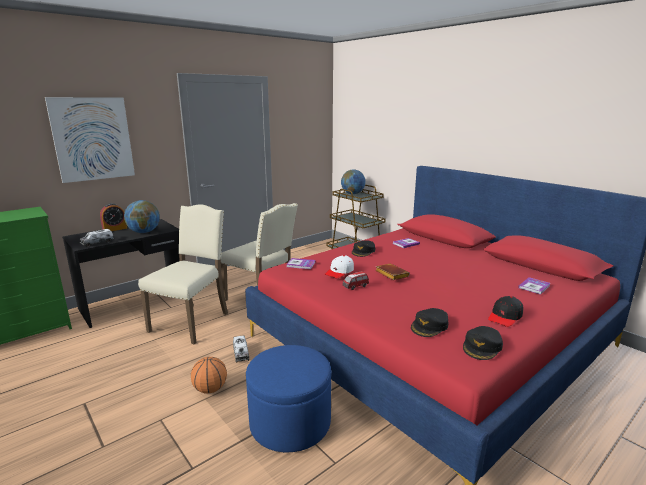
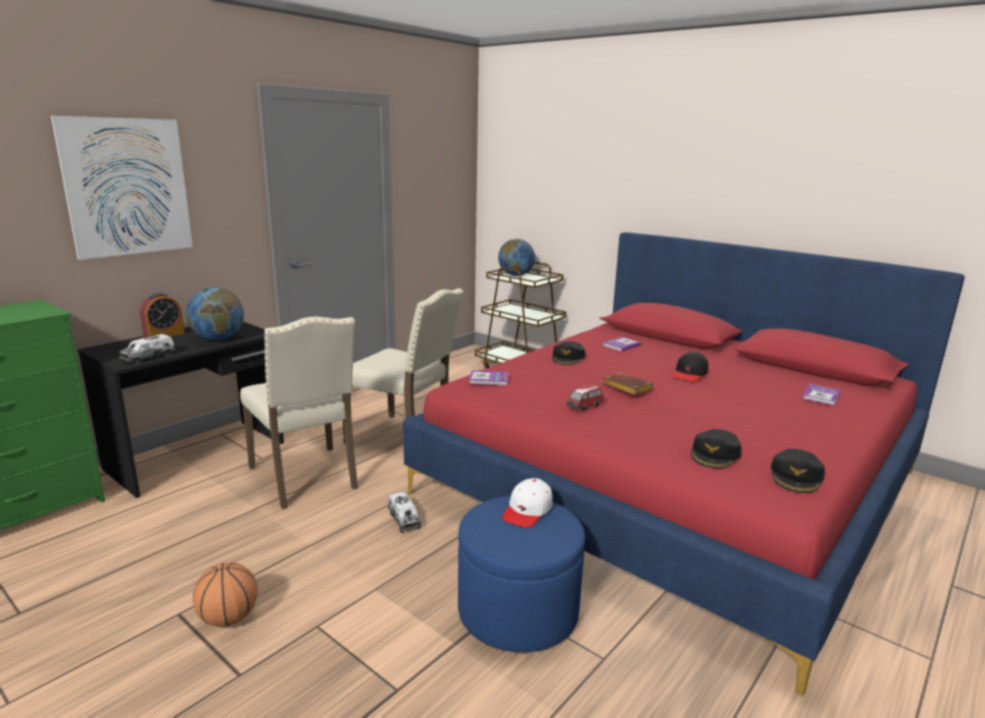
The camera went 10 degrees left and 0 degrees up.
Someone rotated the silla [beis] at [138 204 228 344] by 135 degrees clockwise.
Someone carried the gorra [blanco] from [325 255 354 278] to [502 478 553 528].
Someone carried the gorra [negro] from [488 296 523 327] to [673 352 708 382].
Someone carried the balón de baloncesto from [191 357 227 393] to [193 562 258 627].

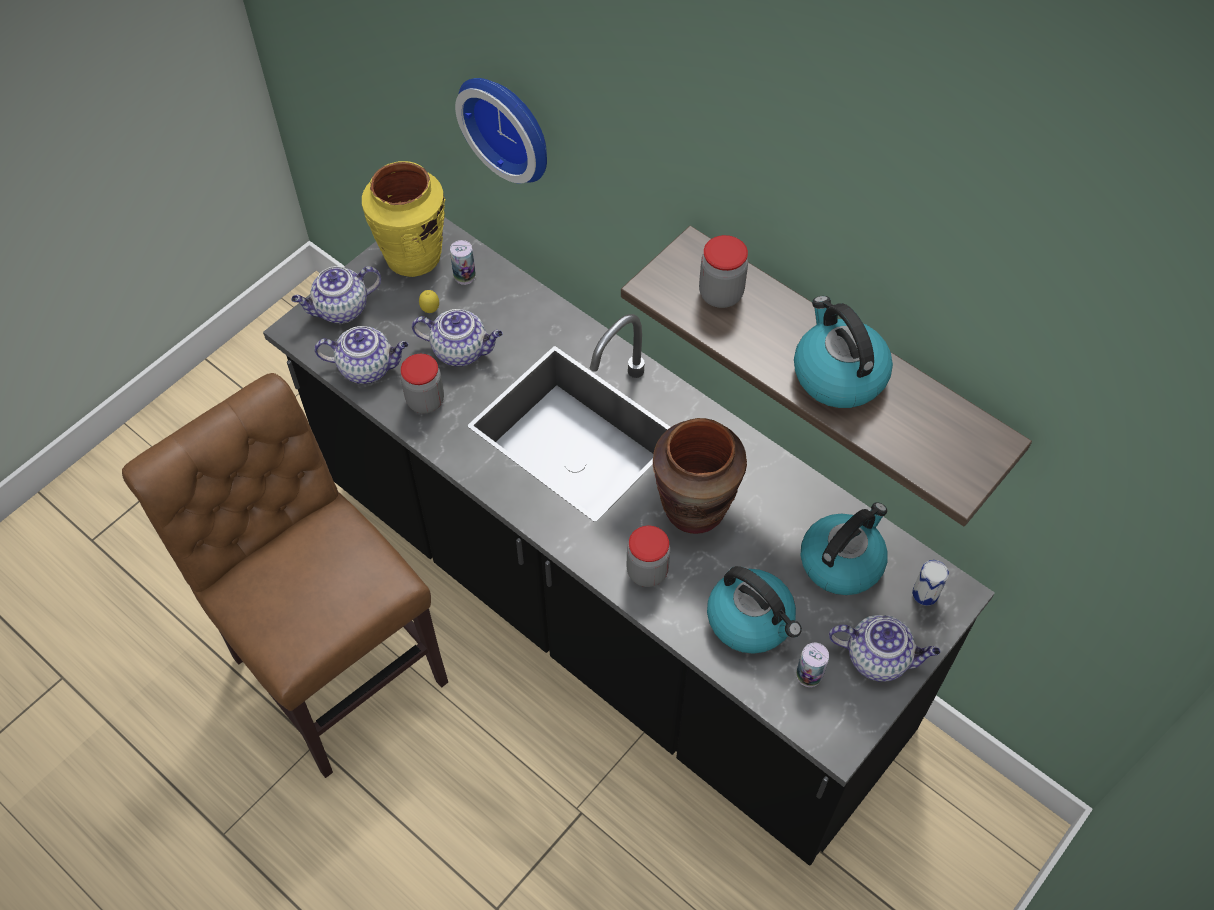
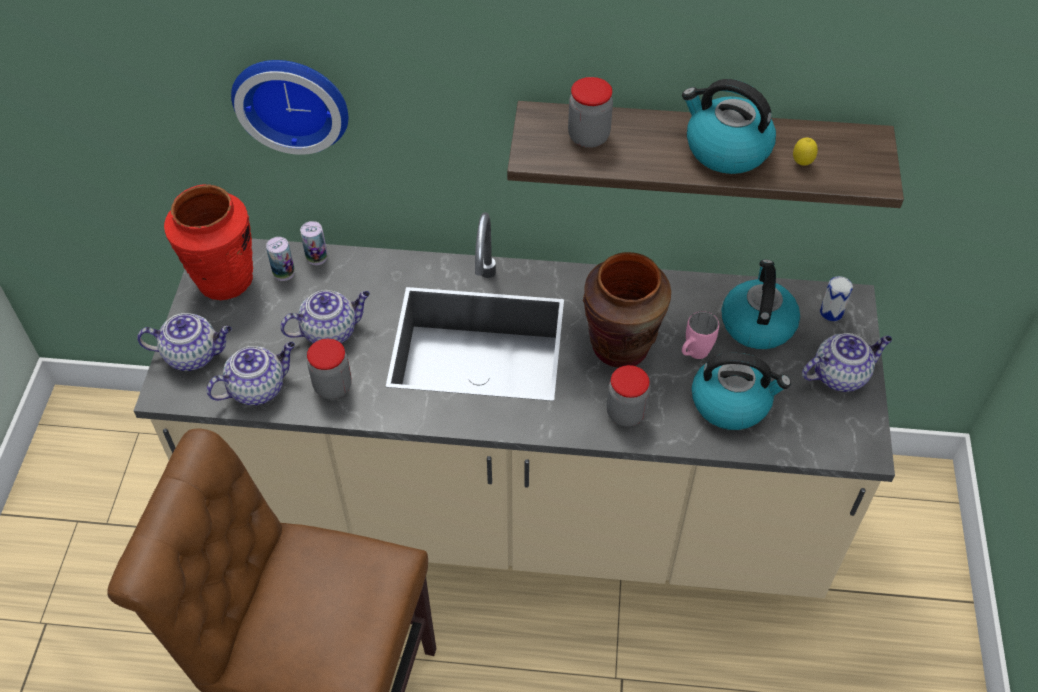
The camera went 35 degrees left and 5 degrees down.
Someone repainted the florero [amarillo] at [362 161 446 277], which became the florero [rojo] at [164 185 253 300].
Someone repainted the mueble bajo de cocina [negro] at [263 217 995 866], which became the mueble bajo de cocina [beis] at [134 212 895 598].
Someone rotated the tetera at [291 266 381 324] by 120 degrees counterclockwise.
Someone carried the limón from [419 290 439 313] to [793 137 818 166].
Someone carried the lata from [796 643 829 687] to [300 221 327 265].
Someone put down the taza grande [rosa] at [682 311 719 359].

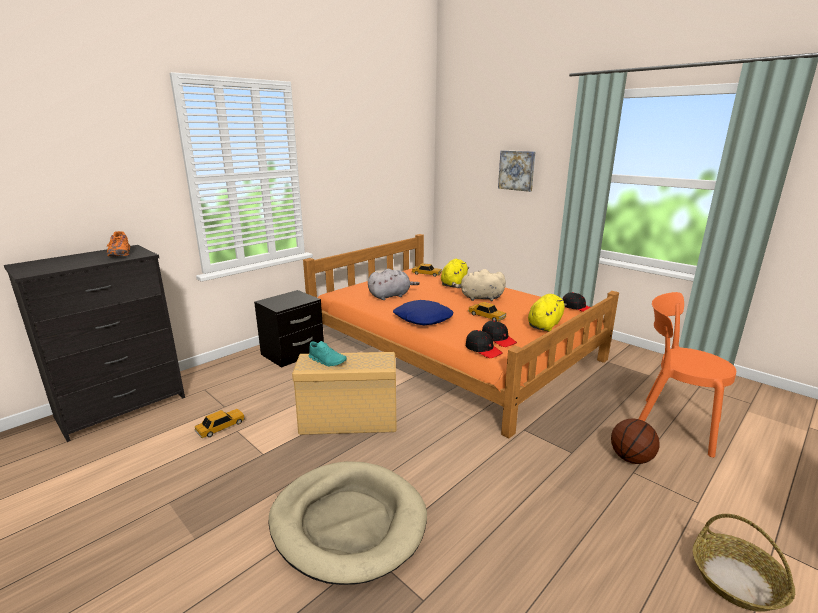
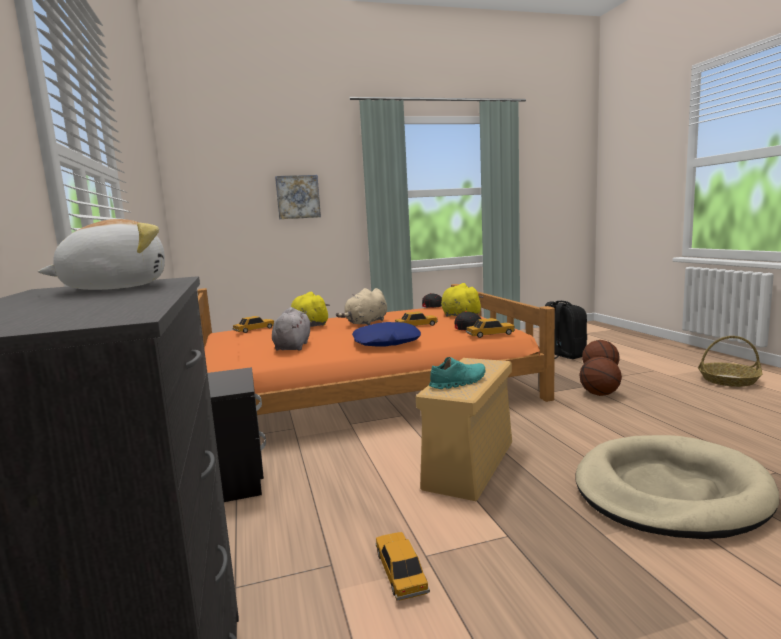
The camera went 60 degrees left and 10 degrees down.
Someone swapped the zapato [naranja] at [107 231 130 257] for the peluche at [38 219 165 290].
Someone swapped the silla [naranja] at [639 292 736 458] for the mochila [negro] at [545 301 587 359].
Someone swapped the gorra [negro] at [466 330 502 358] for the coche de juguete at [466 318 515 338].
Someone put down the balón de baloncesto at [579 357 622 396].

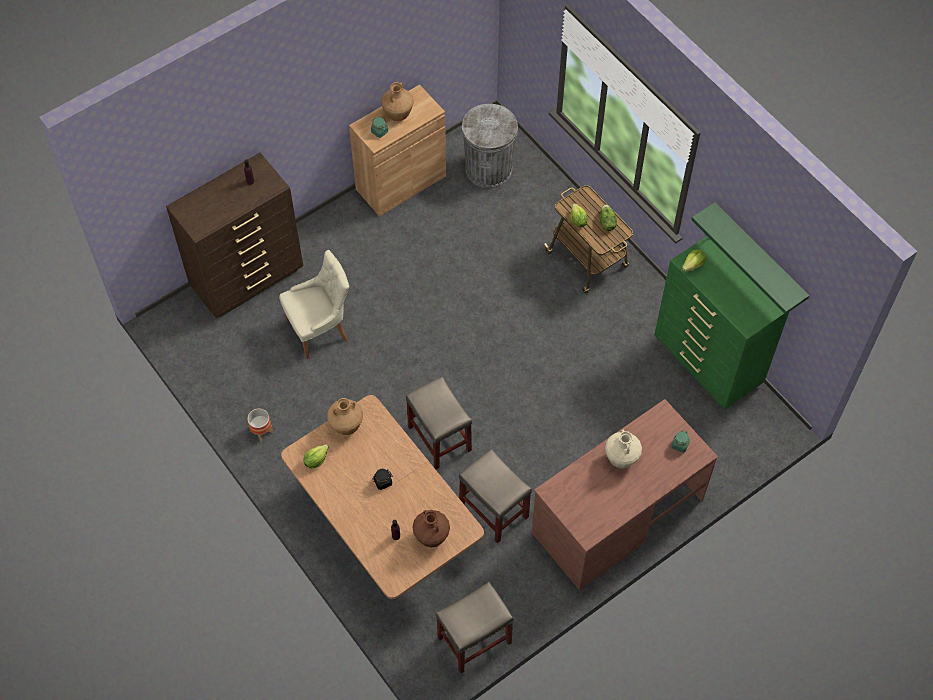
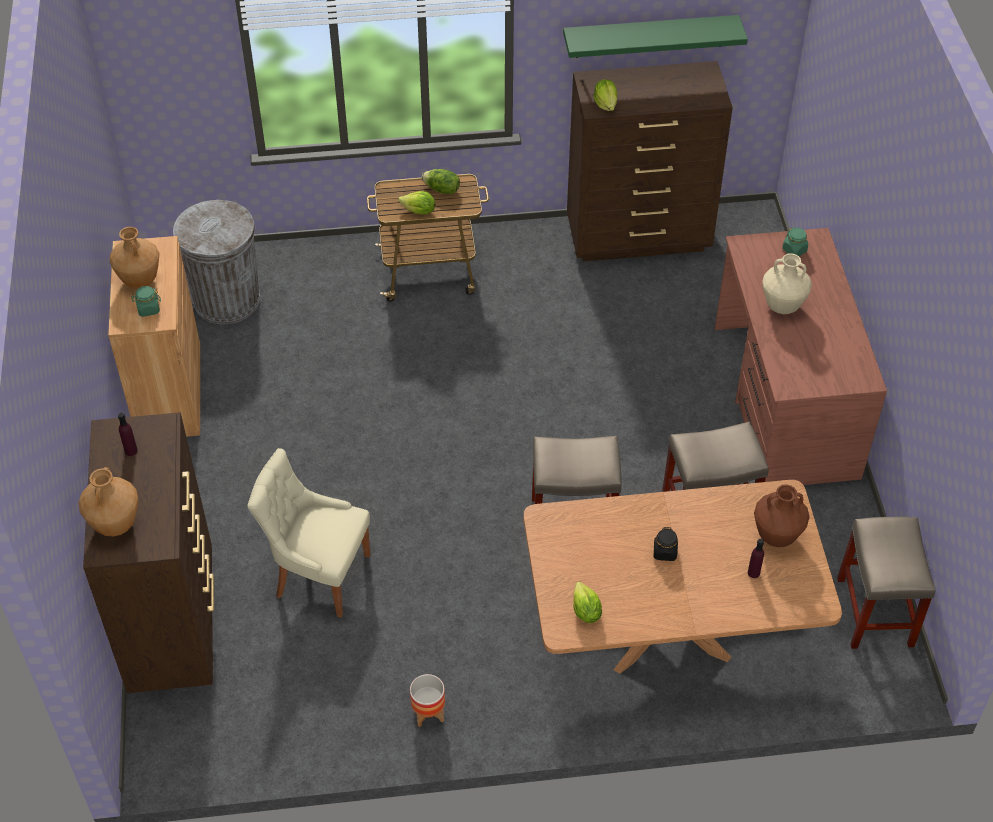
The camera went 60 degrees left and 10 degrees down.
Someone repainted the cómoda [verde] at [654 236 789 410], which became the cómoda [marrón] at [567 61 733 261].
Someone rotated the silla [beis] at [279 250 349 359] by 75 degrees counterclockwise.
Someone carried the florero [marrón] from [327 398 363 435] to [78 467 138 537].

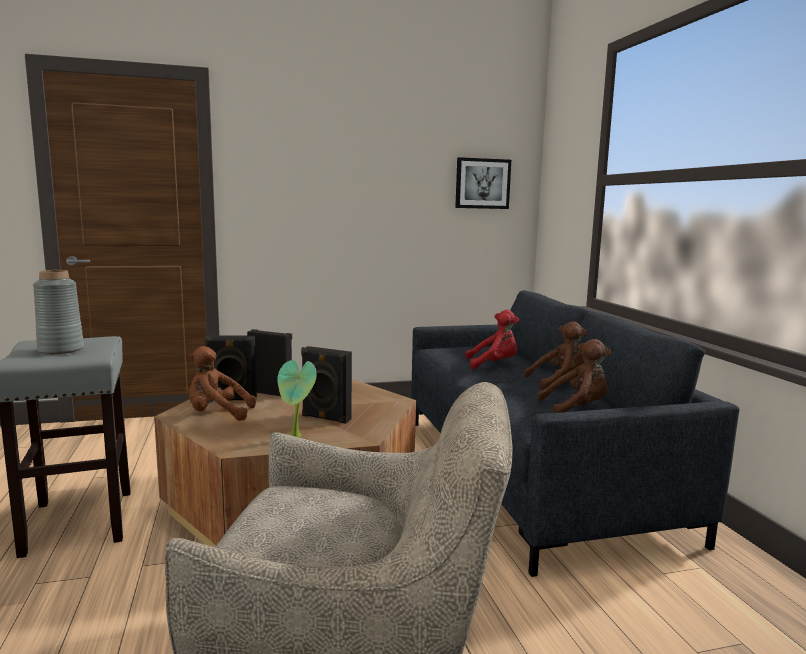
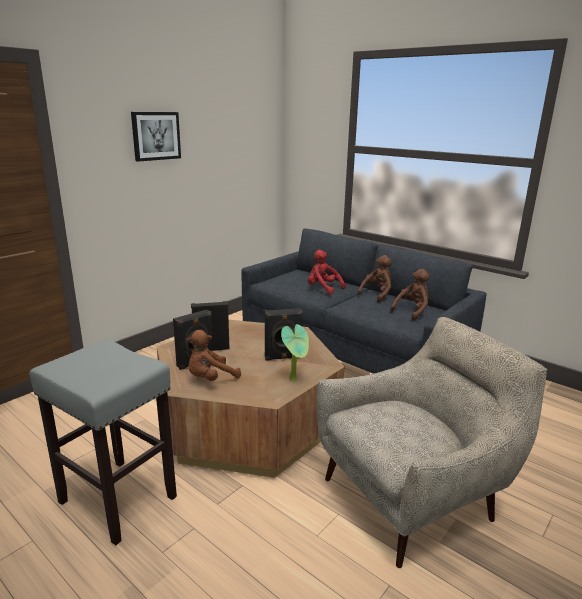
The camera went 35 degrees left and 10 degrees up.
Someone carried the cuadro from [455 157 511 209] to [131 112 181 162].
Someone took away the florero [gris] at [33 270 84 354].
Someone rotated the peluche [rojo] at [465 310 519 370] by 105 degrees counterclockwise.

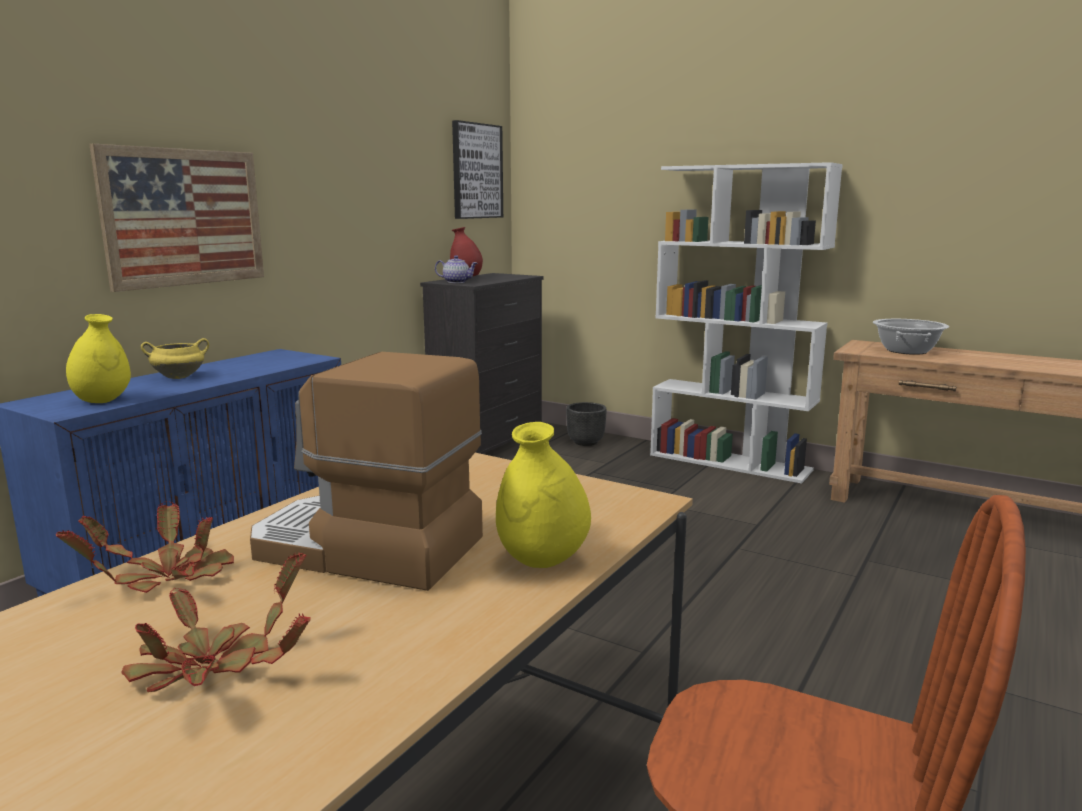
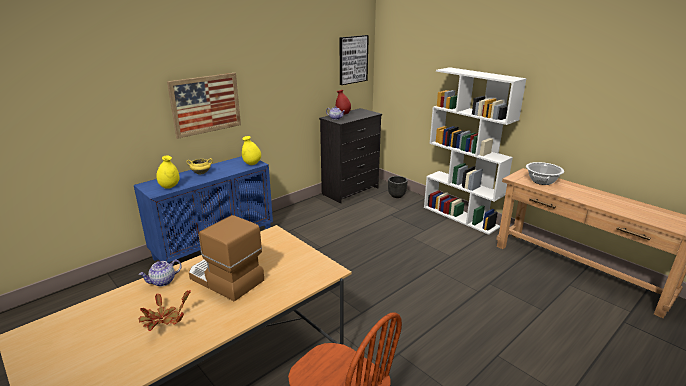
The camera went 15 degrees right and 10 degrees up.
Someone carried the florero [amarillo] from [496 422 591 568] to [242 136 261 165].
Someone swapped the planta en maceta at [56 501 234 593] for the tetera at [139 260 182 286].

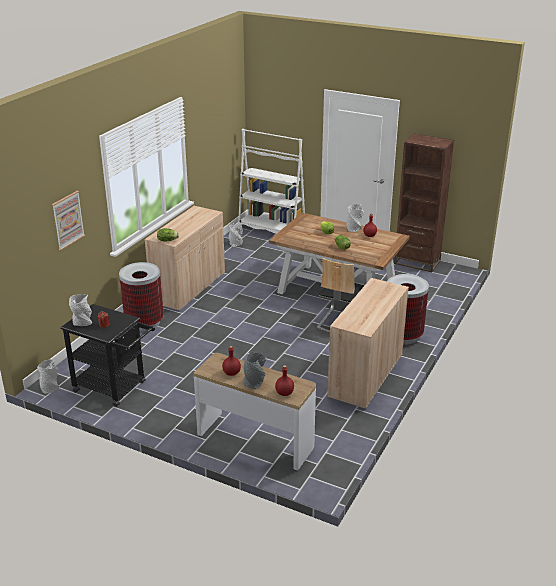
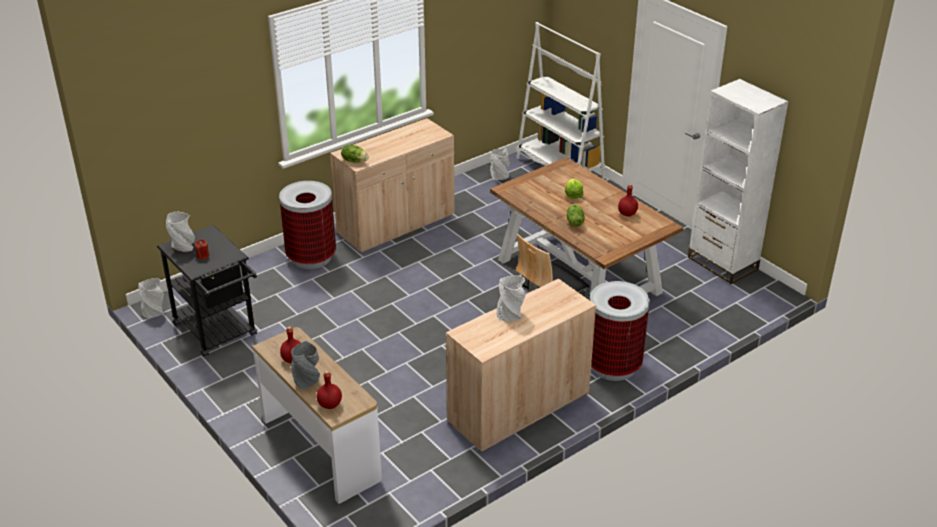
The camera went 25 degrees right and 5 degrees up.
Someone repainted the estantería [marrón] at [394 134 454 272], which became the estantería [blanco] at [688 79 789 284].
Someone took away the cuadro at [52 191 85 251].
Someone carried the florero [gris] from [346 204 364 232] to [497 276 526 321].

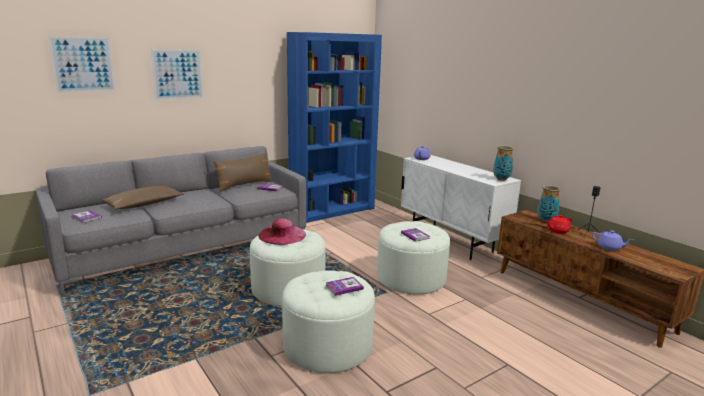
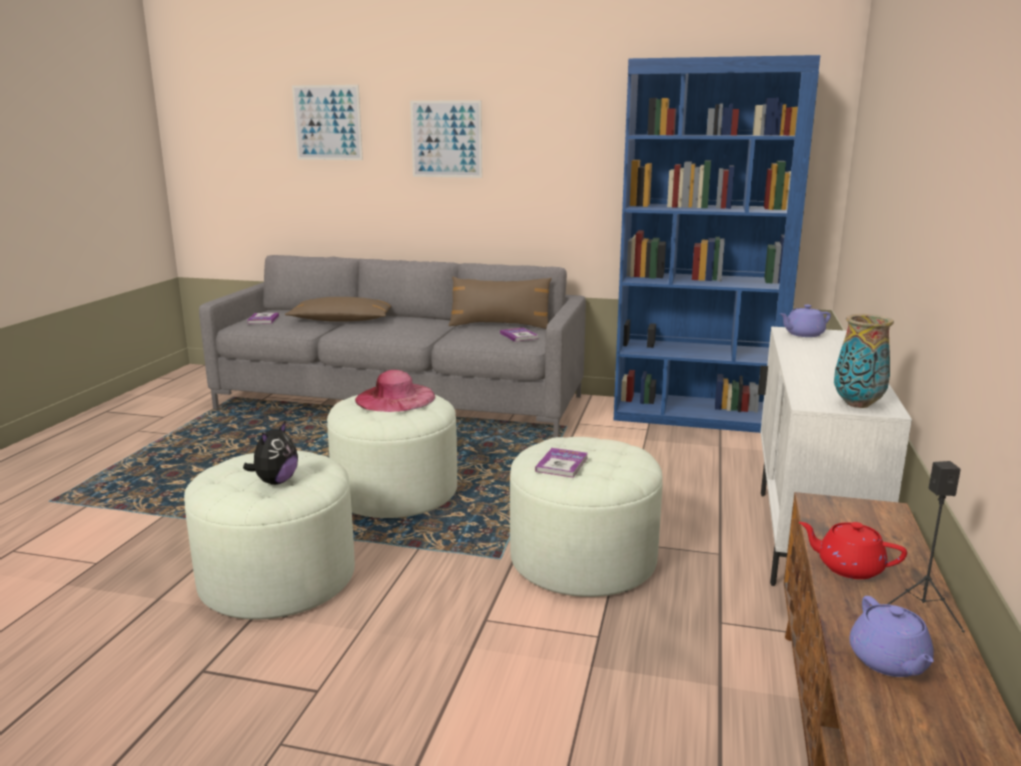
The camera went 50 degrees right and 0 degrees up.
Someone took away the florero at [537 185 561 222].
Someone swapped the libro at [326 277 364 296] for the peluche at [243 422 298 485].

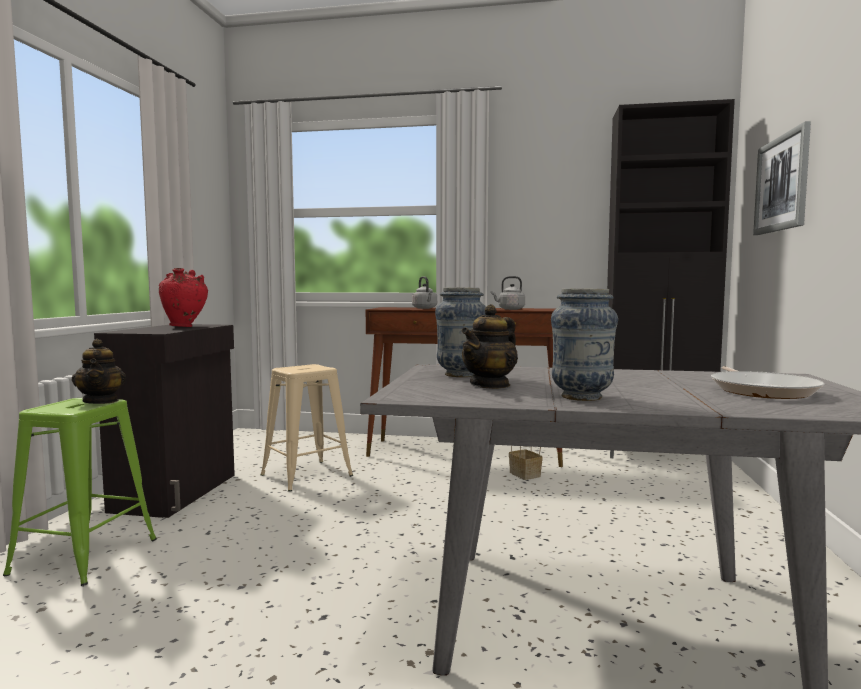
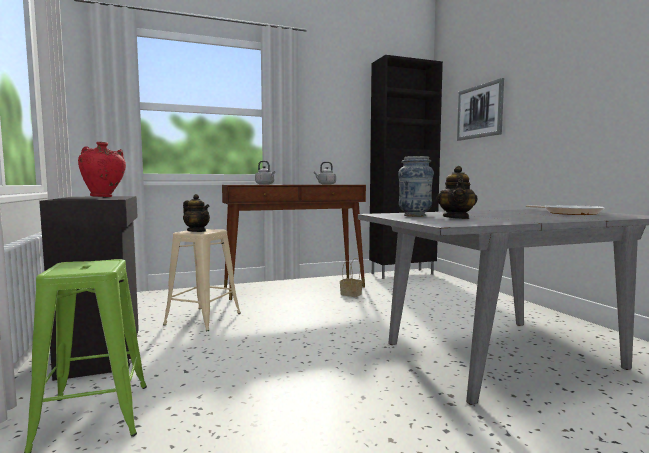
The camera went 30 degrees left and 0 degrees up.
Someone took away the florero at [551 288 618 401].
Someone carried the tetera from [72 339 126 404] to [183 194 210 232].

